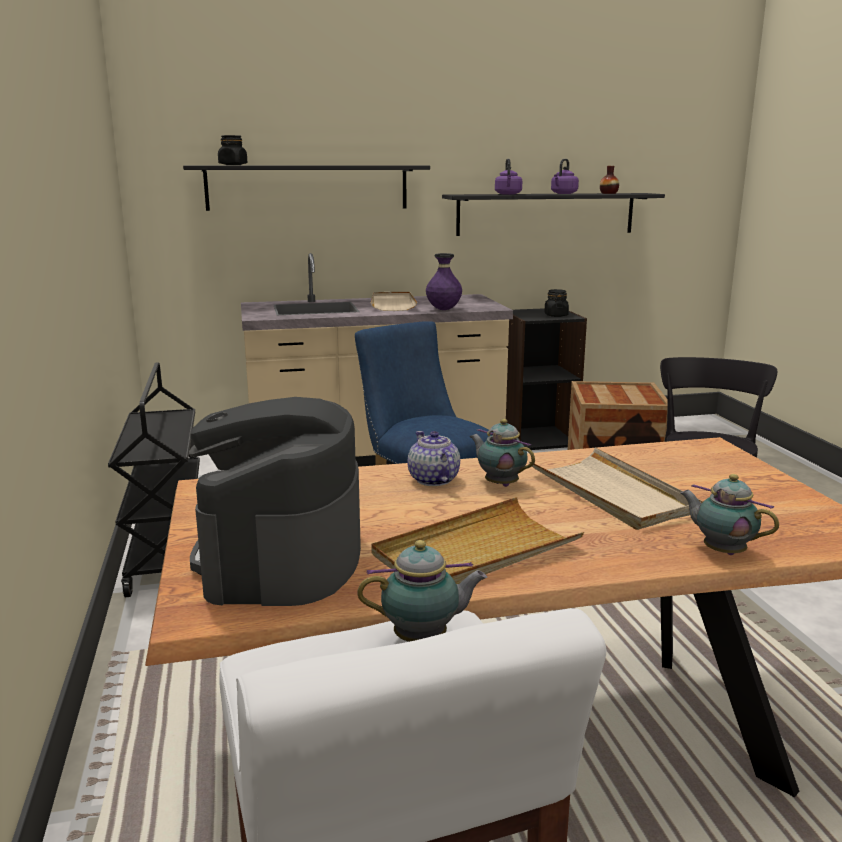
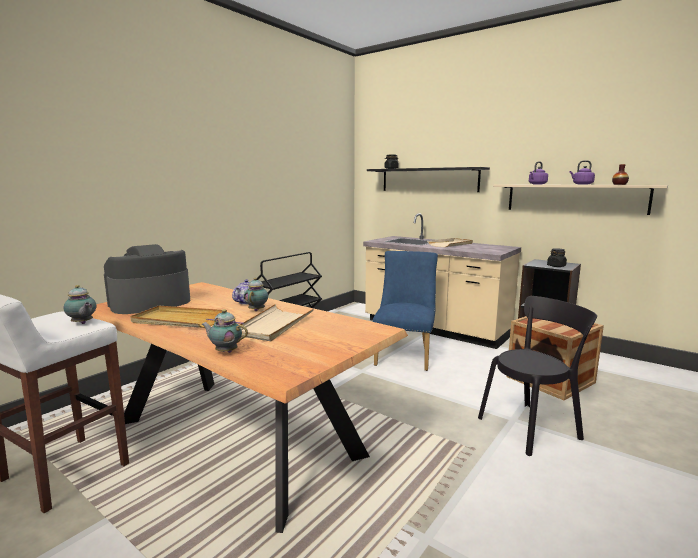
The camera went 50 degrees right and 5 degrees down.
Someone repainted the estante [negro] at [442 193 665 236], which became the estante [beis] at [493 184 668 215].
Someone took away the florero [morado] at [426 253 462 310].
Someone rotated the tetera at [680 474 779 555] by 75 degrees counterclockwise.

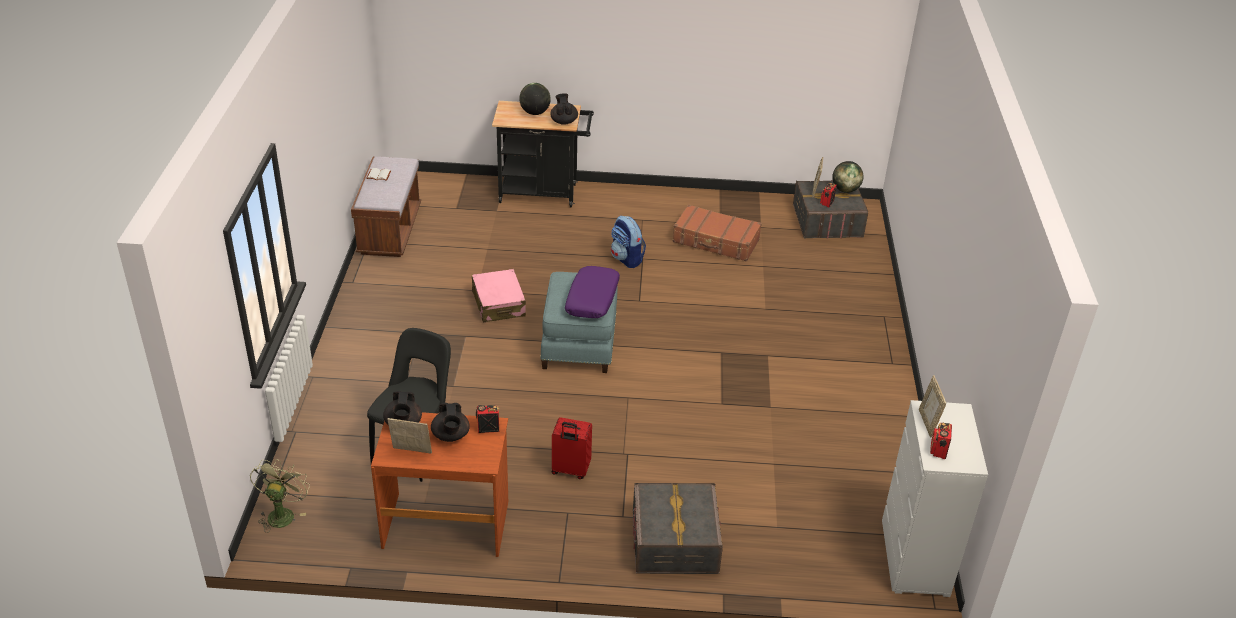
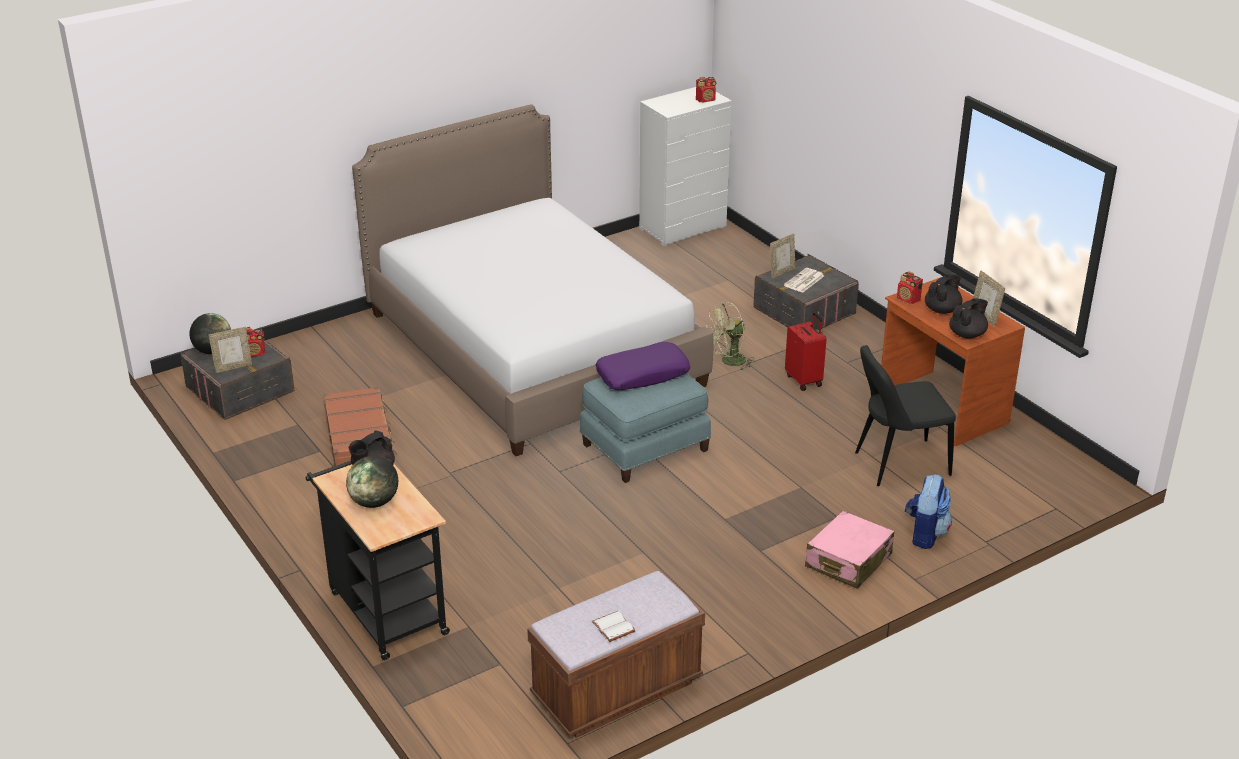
The camera went 125 degrees left and 5 degrees down.
Someone carried the mochila from [611 216 646 268] to [905 474 952 549].
Someone carried the maleta [rosa] from [472 269 526 322] to [805 511 894 589].
Someone carried the portarretratos from [919 375 946 438] to [770 233 795 279].
Someone carried the ventilador [verde] from [250 459 310 533] to [706 302 753 371].
Someone put down the cama at [352 104 714 456].
Someone put down the periódico at [784 268 824 293].

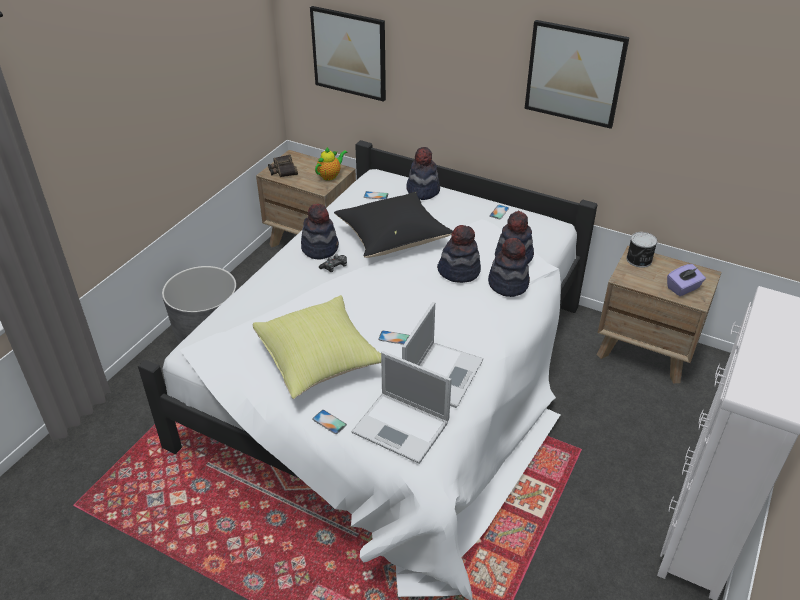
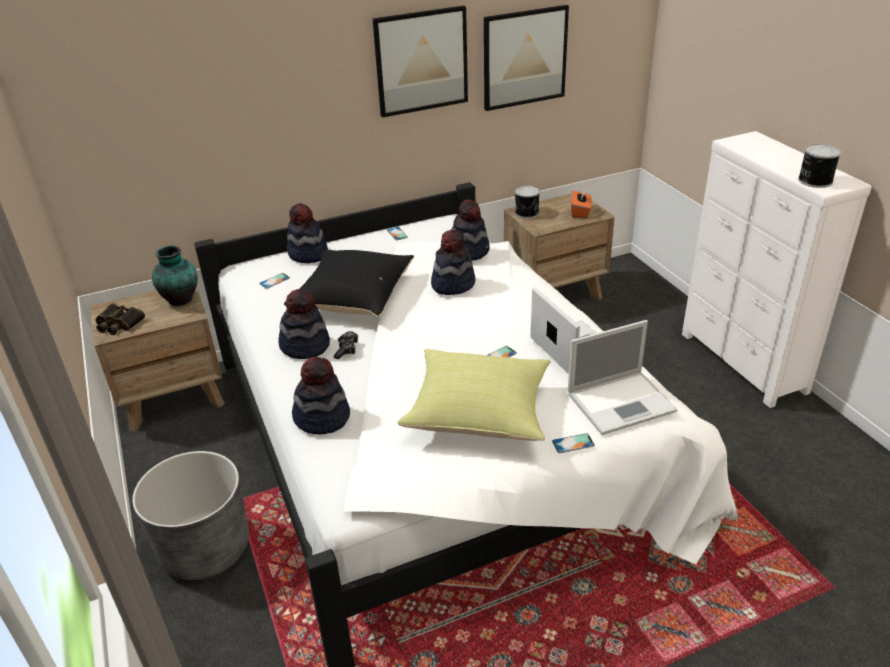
The camera went 50 degrees left and 5 degrees down.
Someone carried the cuadro from [310 6 386 102] to [484 5 569 111].
Someone swapped the tetera at [315 147 347 181] for the florero at [152 245 198 306].
Someone carried the sombrero from [488 238 530 297] to [292 357 350 434].
Someone repainted the caja de pañuelos [morado] at [667 264 706 296], which became the caja de pañuelos [naranja] at [571 190 592 218].
Someone put down the lata at [798 144 841 188].

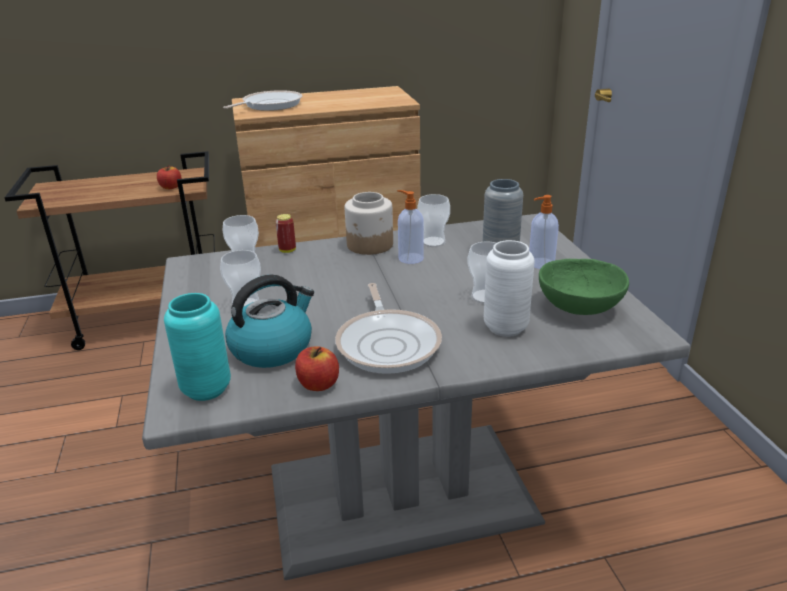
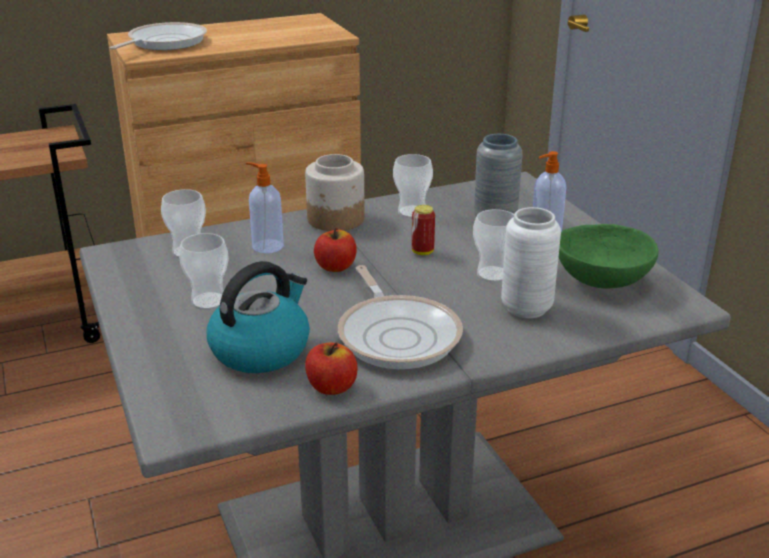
The camera went 10 degrees left and 0 degrees up.
Someone carried the manzana from [157 165 181 189] to [314 228 357 272].
Someone carried the dispensador de jabón from [397 190 424 264] to [246 162 284 253].
Someone carried the lata from [276 214 296 253] to [412 205 435 255].
Someone took away the florero [turquesa] at [164 293 231 401].

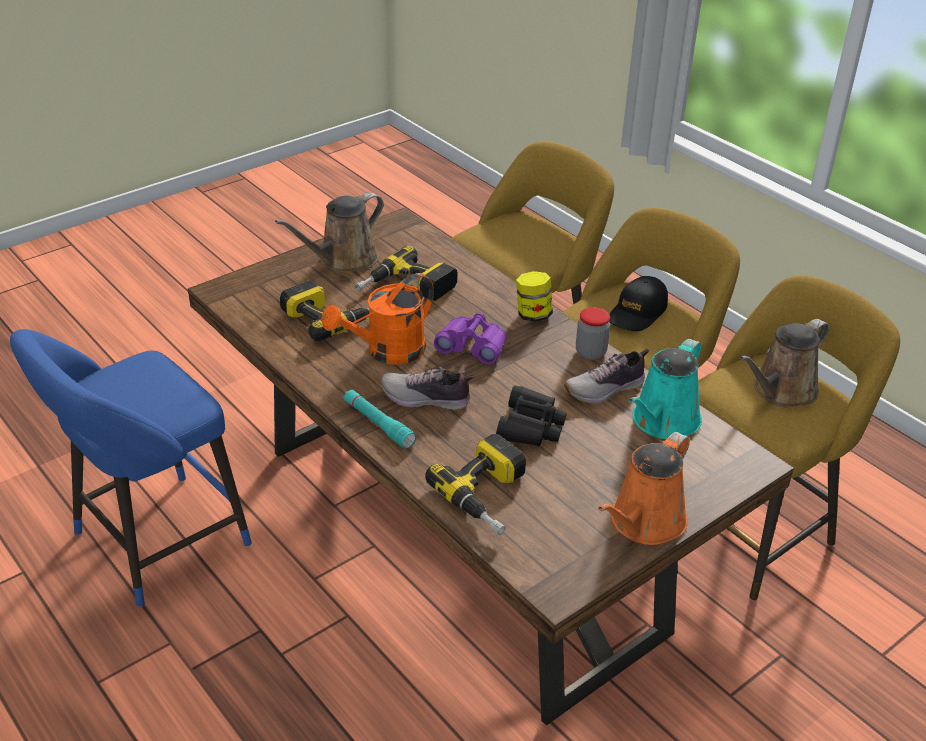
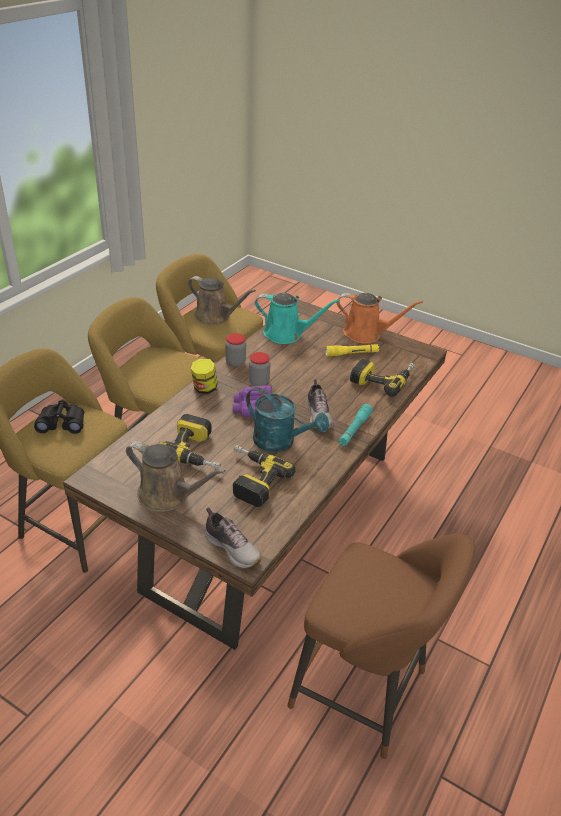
The camera went 110 degrees left and 0 degrees up.
Someone repainted the regadera [naranja] at [321 273 434 365], which became the regadera [turquesa] at [246 387 329 452].
Someone took away the gorra [negro] at [609 276 668 331].
Someone repainted the taburete [azul] at [10 329 252 607], which became the taburete [marrón] at [287 534 476 759].
Someone carried the zapato from [564 349 649 404] to [205 507 261 568].
Someone carried the prismáticos [negro] from [496 385 567 447] to [34 399 84 434].
Someone put down the linterna [amarillo] at [325 344 379 356].
Someone put down the tarro at [249 352 270 386].

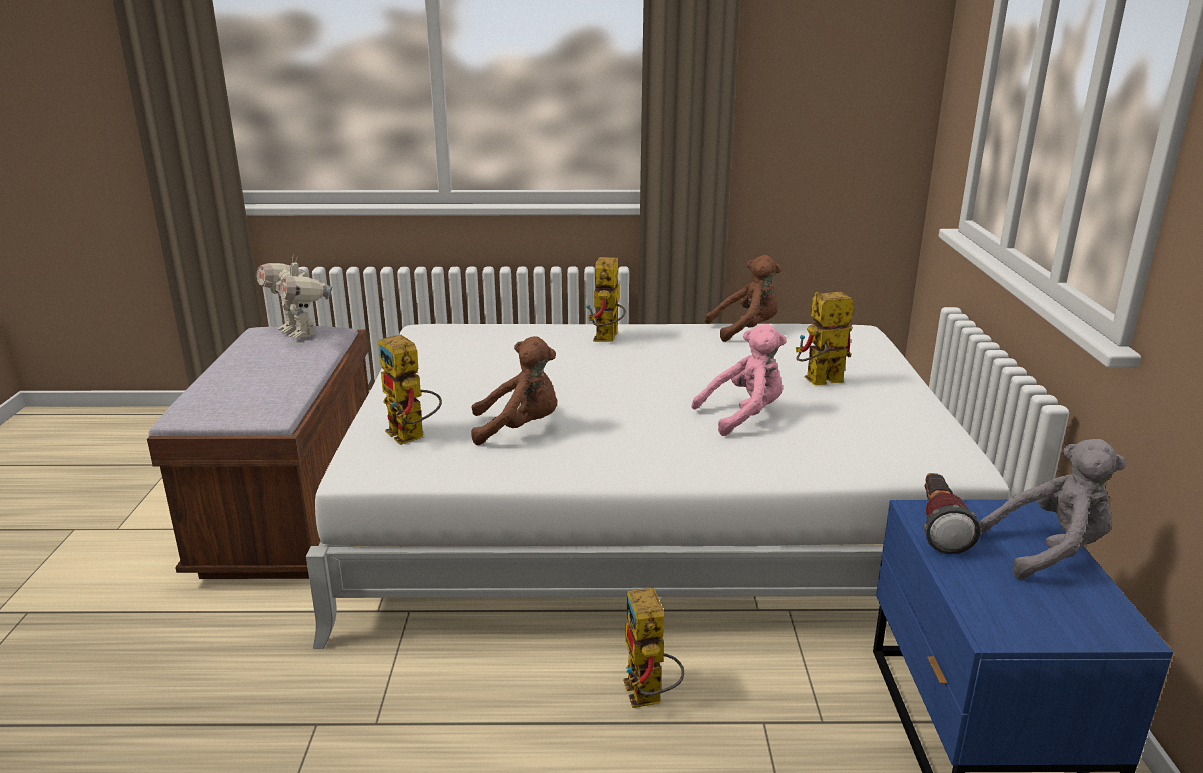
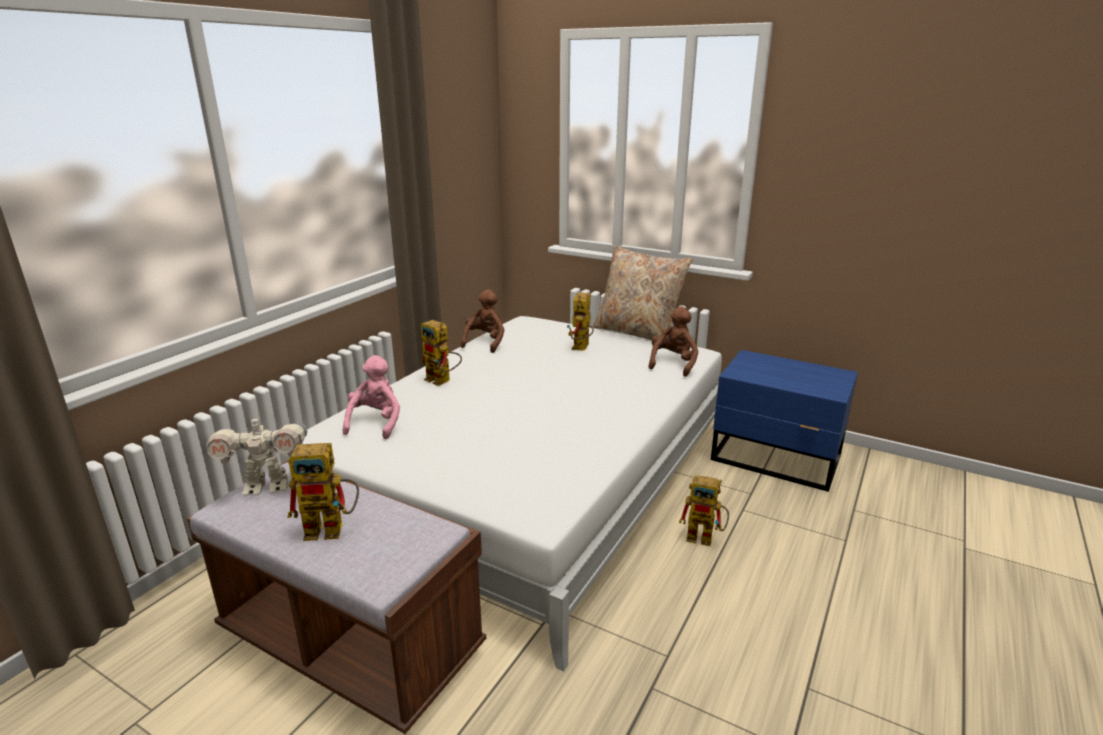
The camera went 60 degrees left and 0 degrees up.
Someone carried the peluche [rosa] from [692 324 787 436] to [343 355 400 440].
Someone carried the robot de juguete from [378 335 442 445] to [287 443 359 541].
Someone carried the peluche [marrón] from [471 336 557 445] to [648 306 698 377].
Someone took away the peluche [gris] at [979 439 1127 580].
Someone took away the linterna at [923 473 981 554].
Someone put down the cojín [beis] at [593 245 692 341].

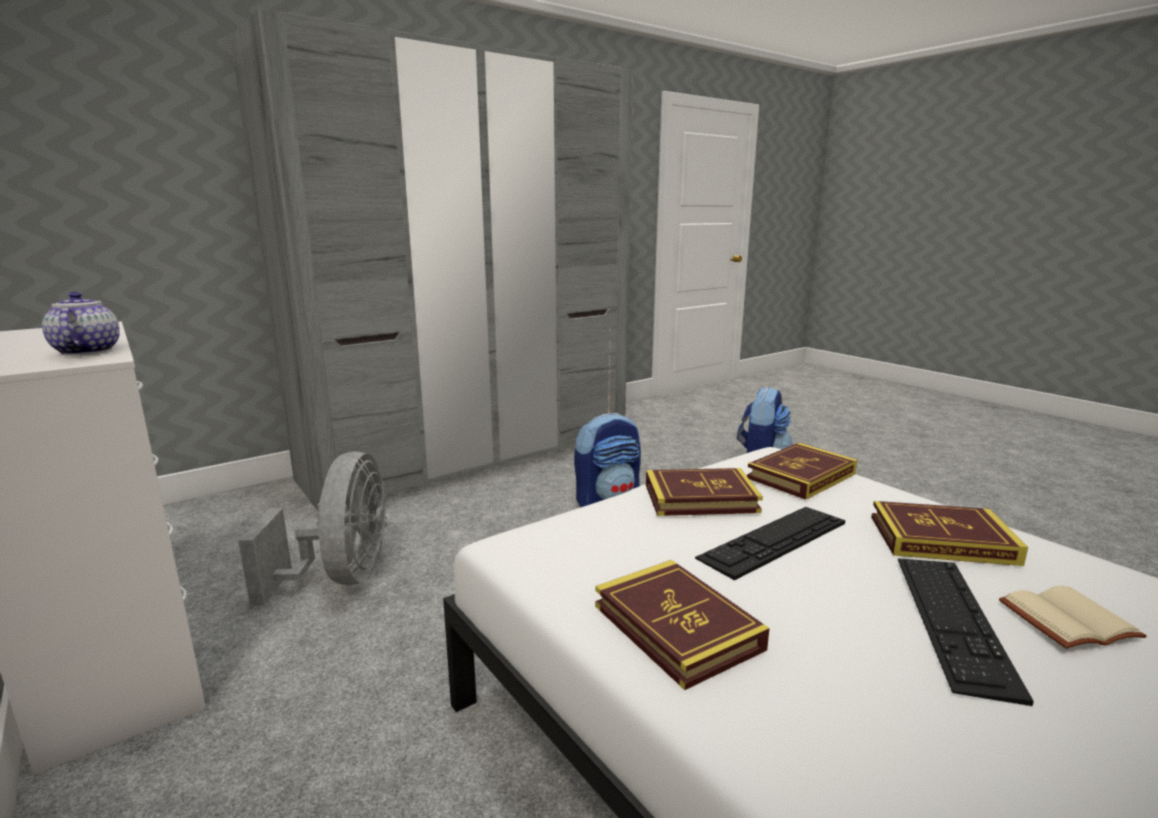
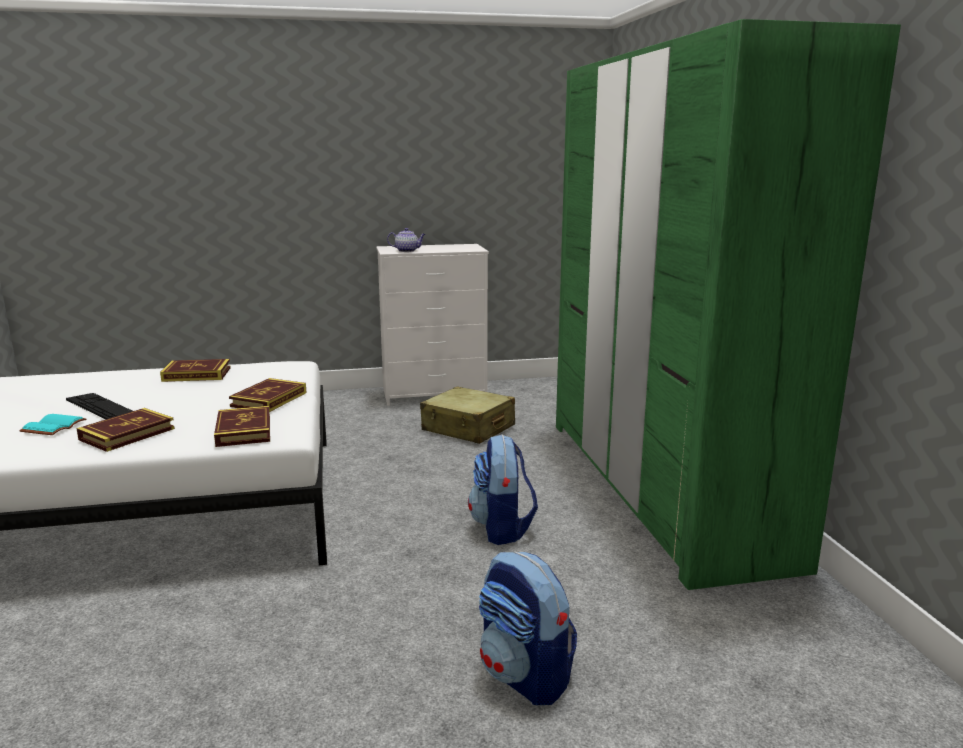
The camera went 115 degrees right and 0 degrees up.
Someone repainted the armario ropero [gris] at [231 8 633 511], which became the armario ropero [verde] at [556 19 901 590].
Someone swapped the ventilador [gris] at [238 451 387 606] for the maleta [beis] at [420 386 515 444].
Someone took away the teclado at [695 507 845 580].
Someone repainted the libro [beis] at [999 586 1147 649], which became the libro [turquesa] at [19 414 86 435].

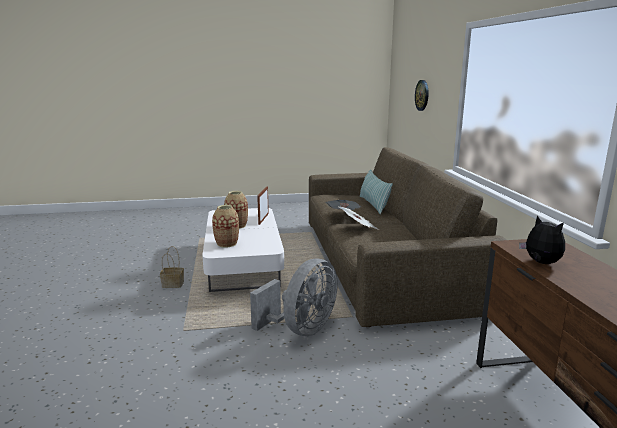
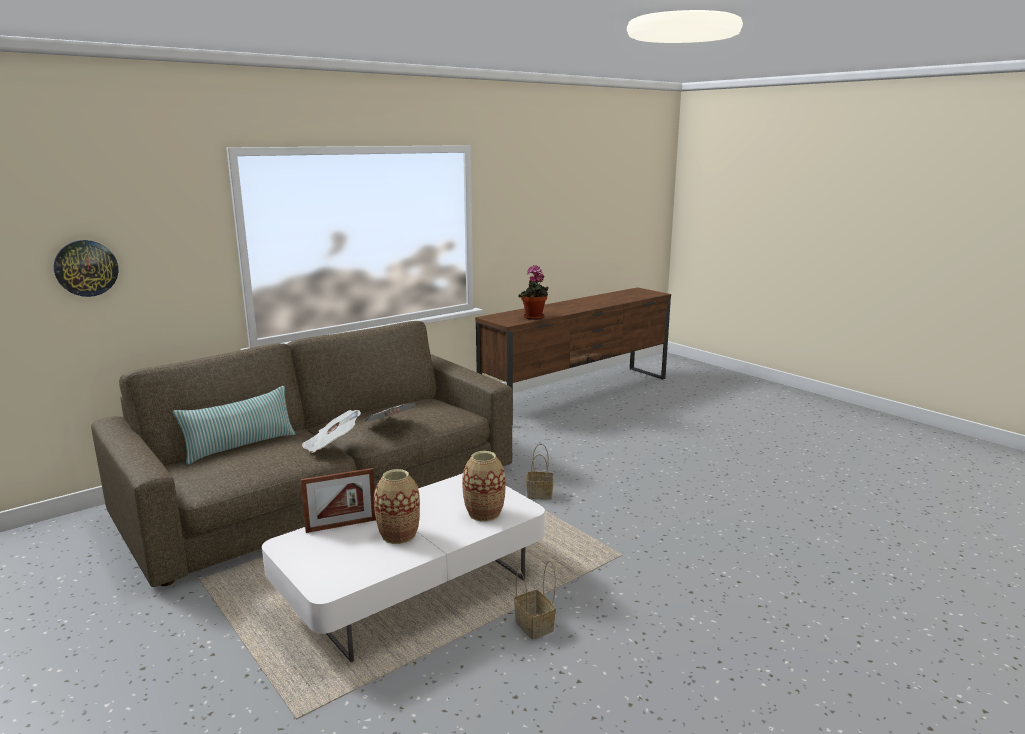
The camera went 120 degrees left and 0 degrees up.
Someone swapped the peluche at [519 216 565 264] for the planta en maceta at [518 265 549 320].
Someone swapped the ventilador [gris] at [250 258 338 336] for the cesta at [526 444 554 500].

